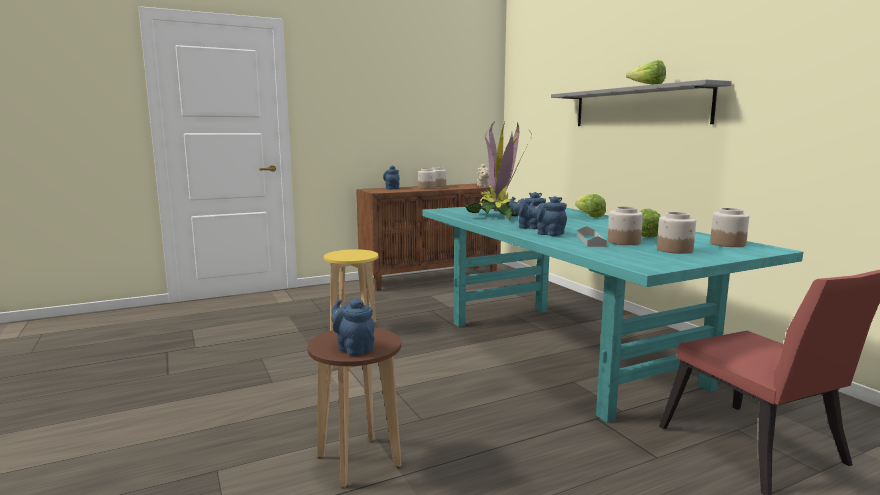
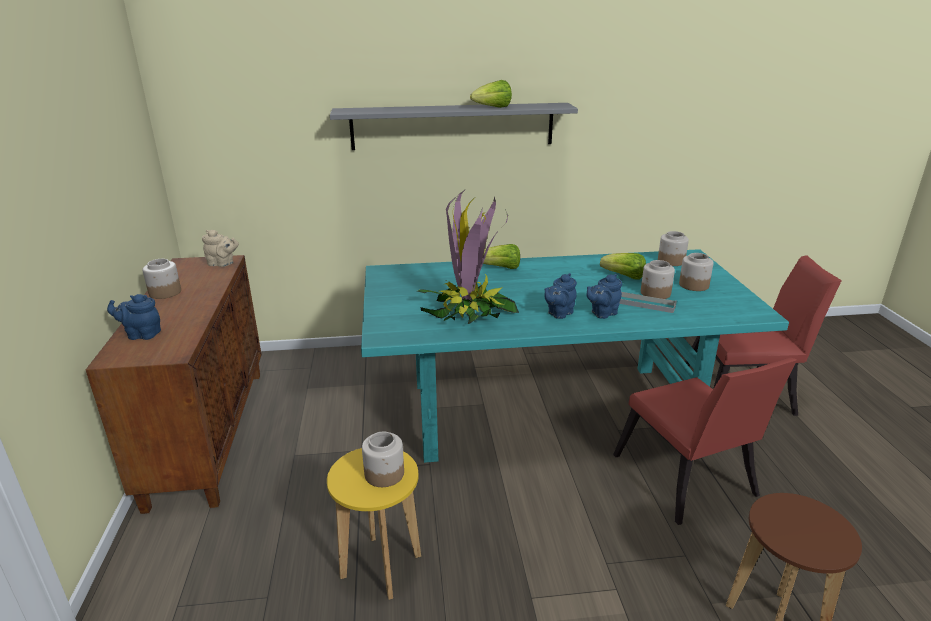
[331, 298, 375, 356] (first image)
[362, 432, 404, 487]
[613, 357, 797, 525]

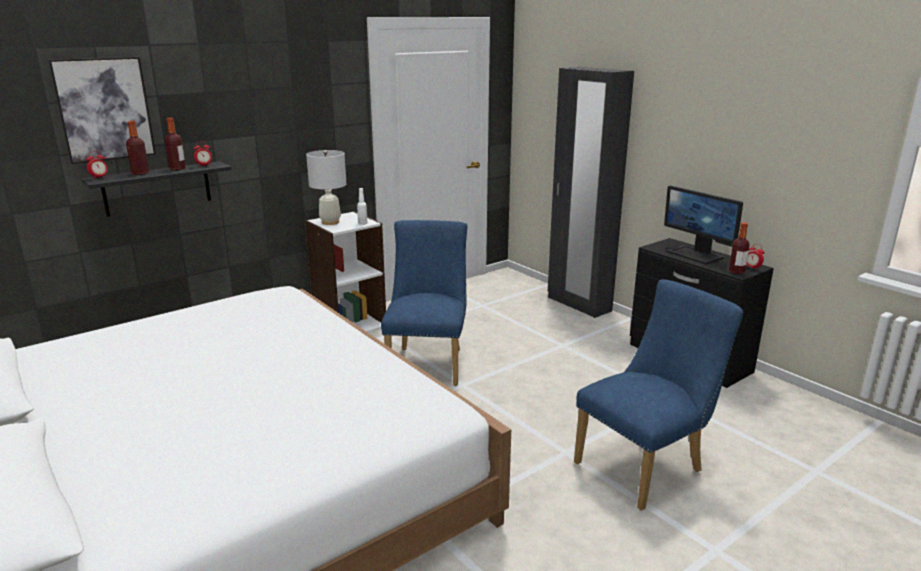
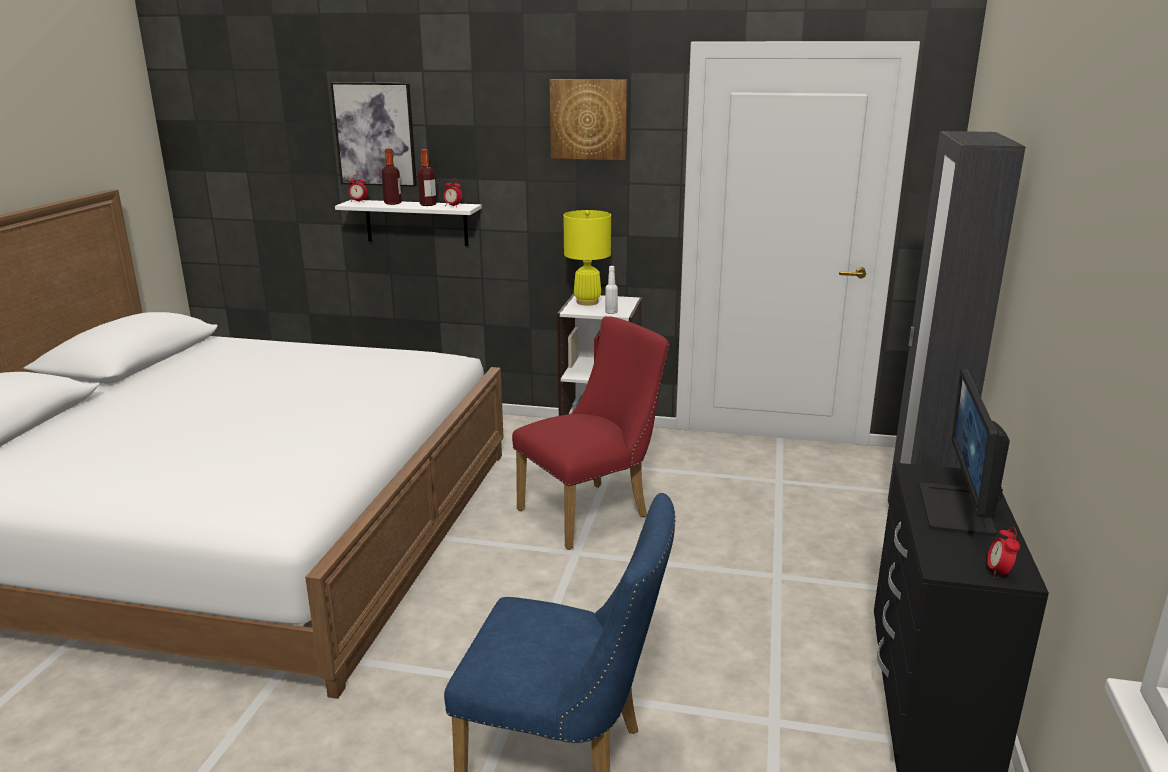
[335, 200, 482, 246]
[563, 210, 611, 306]
[512, 316, 669, 550]
[729, 222, 749, 274] (first image)
[549, 79, 627, 160]

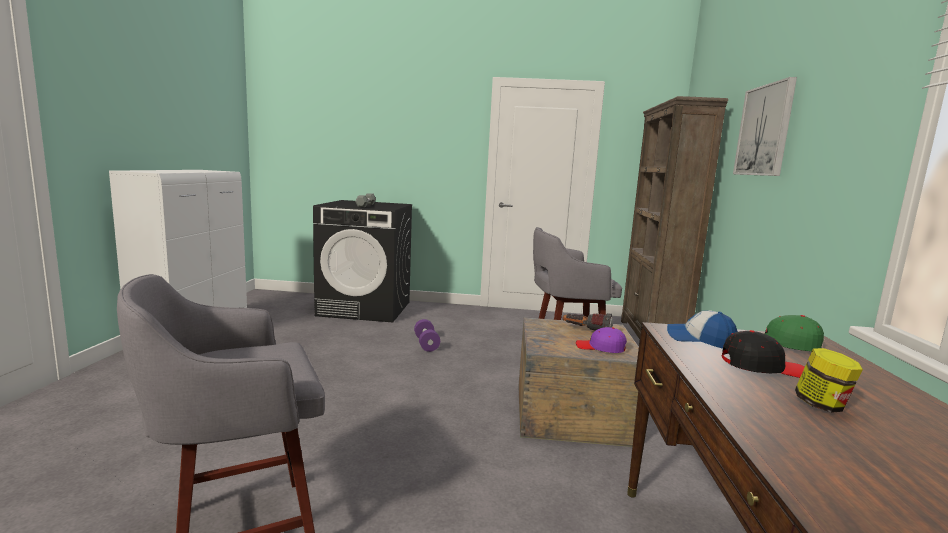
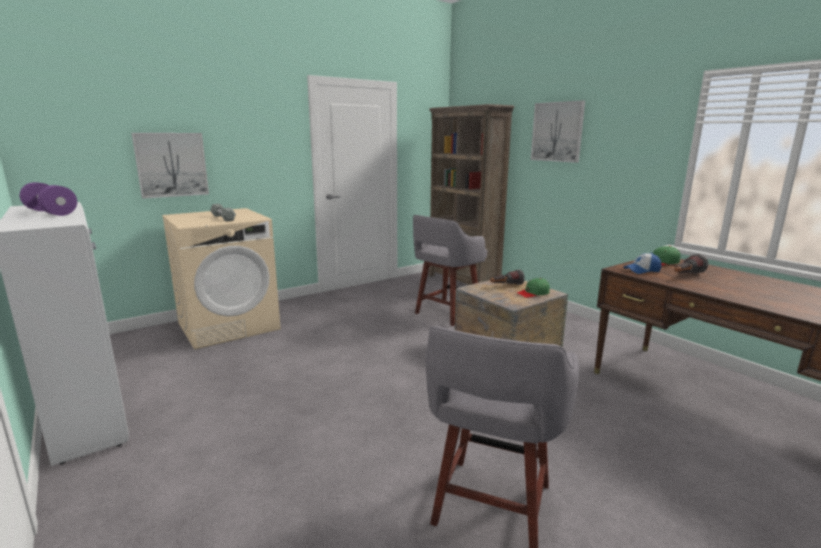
[162, 208, 281, 350]
[20, 182, 77, 216]
[517, 278, 550, 298]
[674, 254, 708, 274]
[795, 348, 863, 413] (first image)
[132, 133, 209, 199]

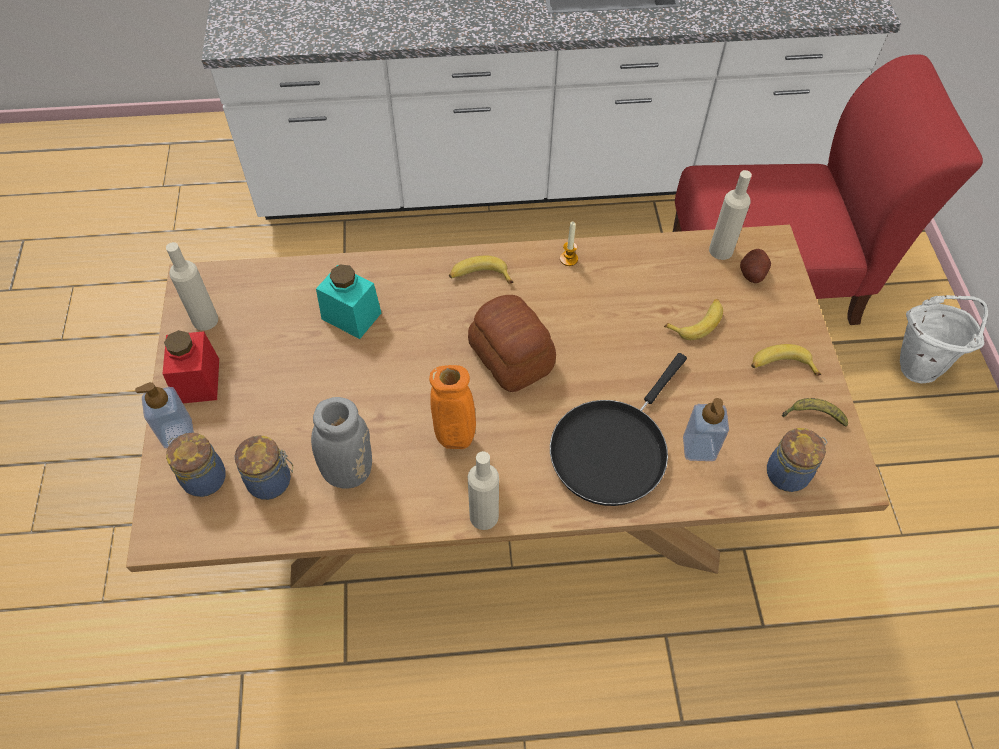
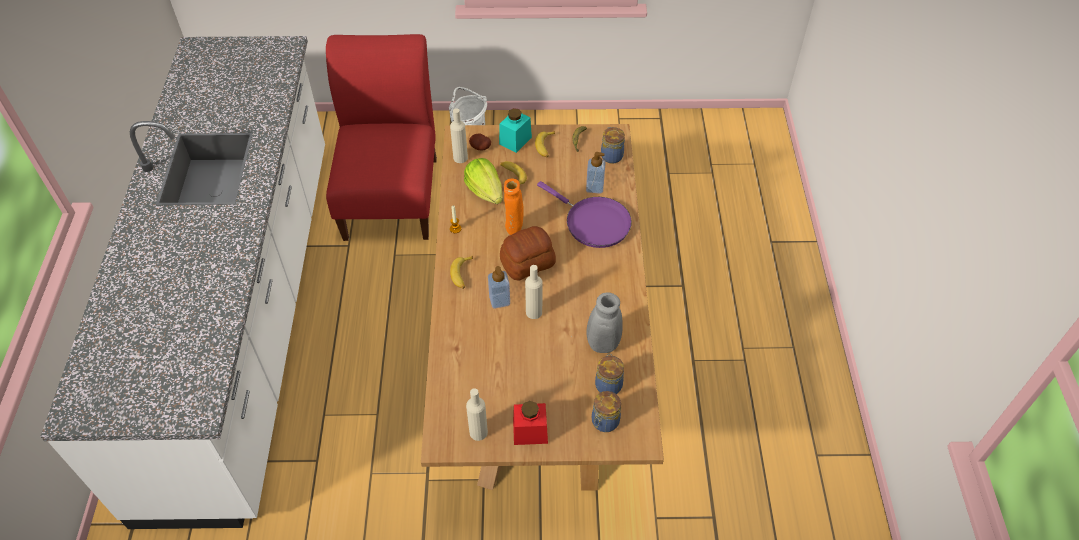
[488, 266, 510, 308]
[499, 108, 532, 153]
[504, 179, 524, 235]
[525, 265, 542, 319]
[537, 181, 632, 248]
[464, 158, 503, 204]

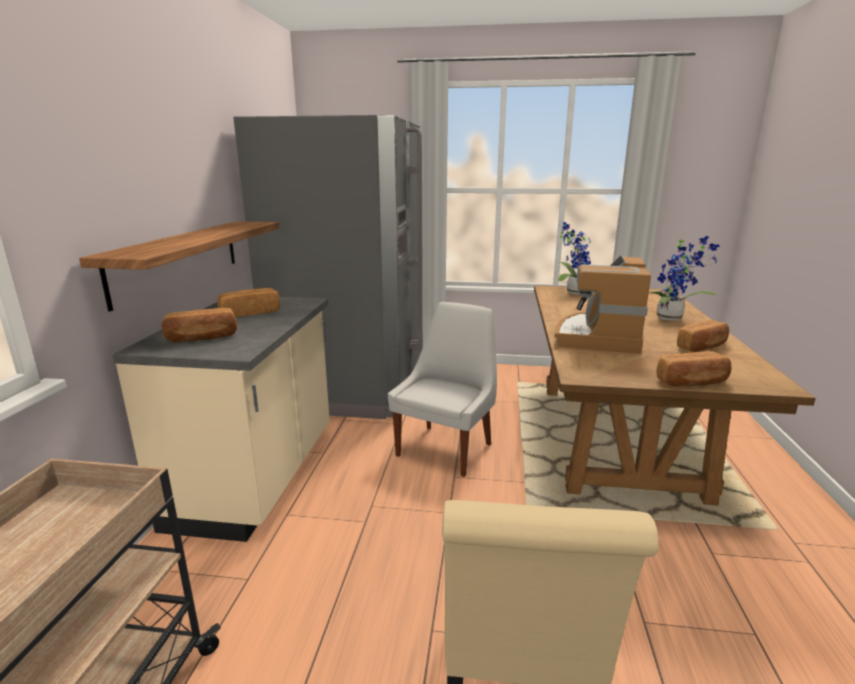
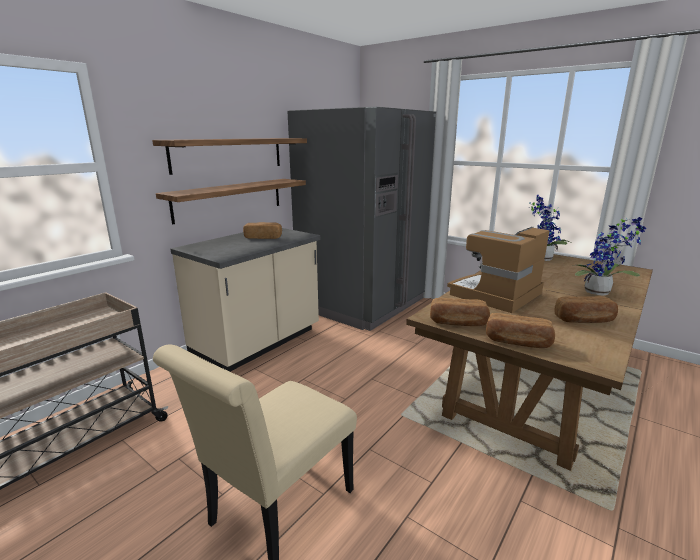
[430, 298, 490, 326]
[388, 302, 497, 477] (first image)
[152, 138, 307, 175]

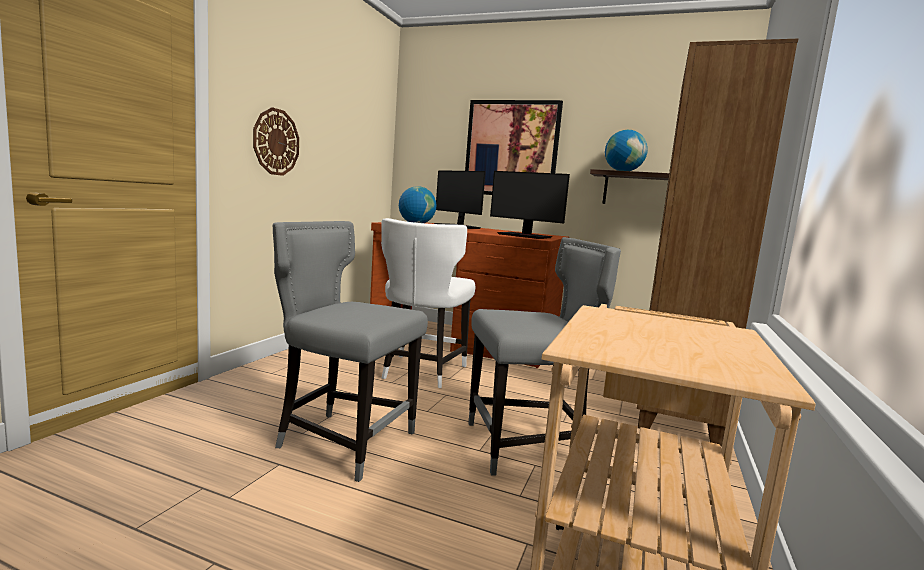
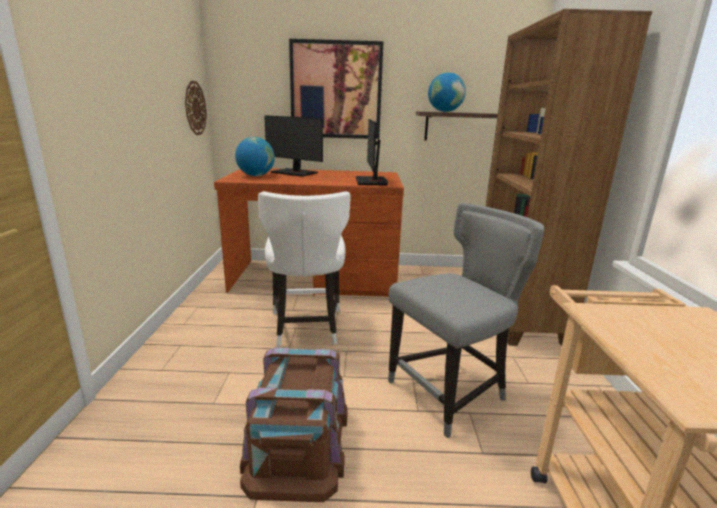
[185, 81, 207, 135]
[240, 347, 348, 502]
[356, 119, 388, 186]

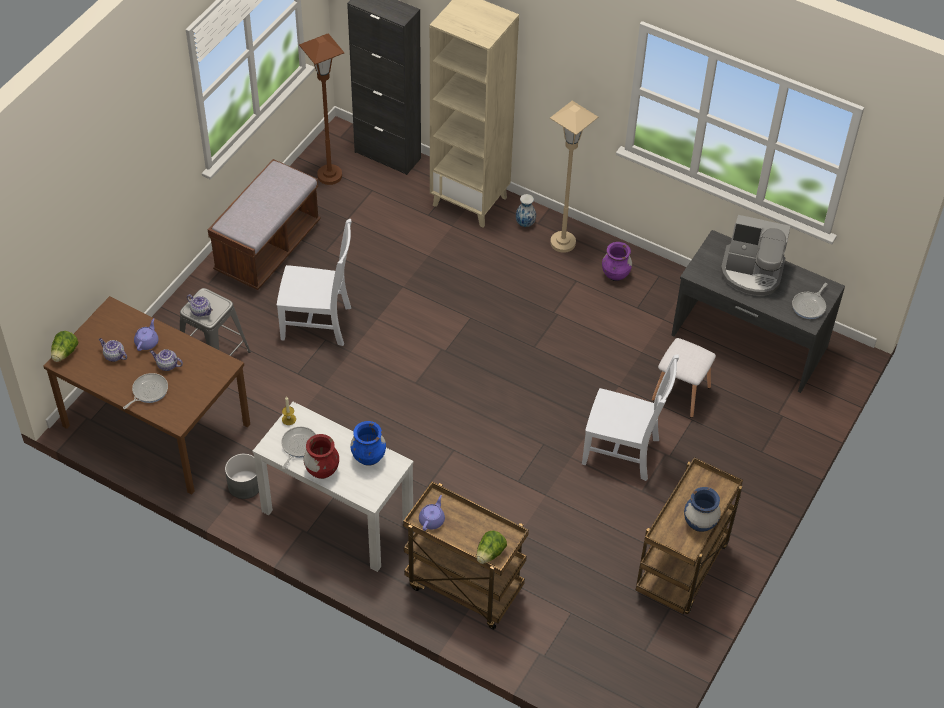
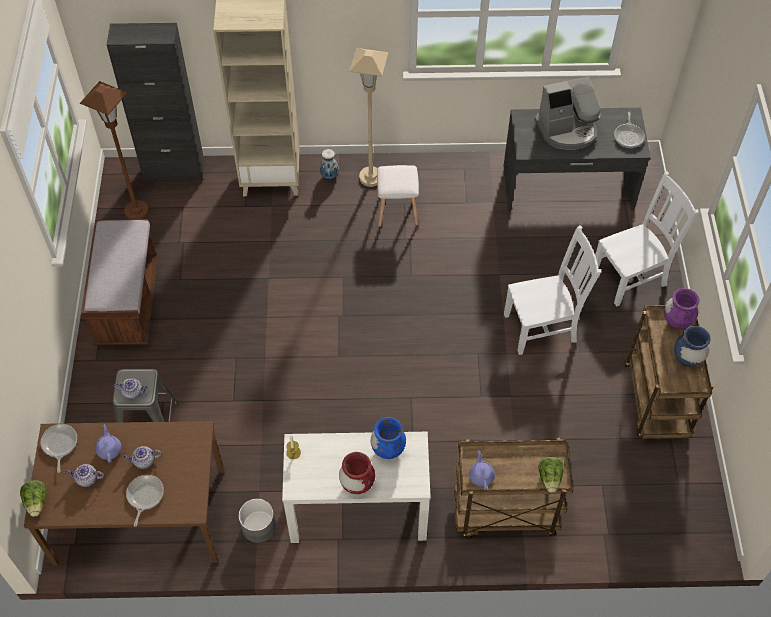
[595, 171, 699, 307]
[40, 424, 77, 473]
[664, 288, 700, 329]
[377, 165, 419, 227]

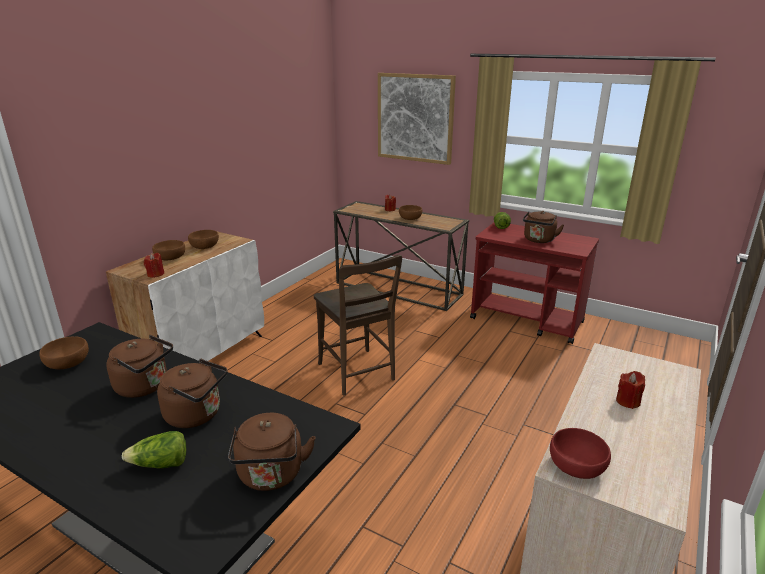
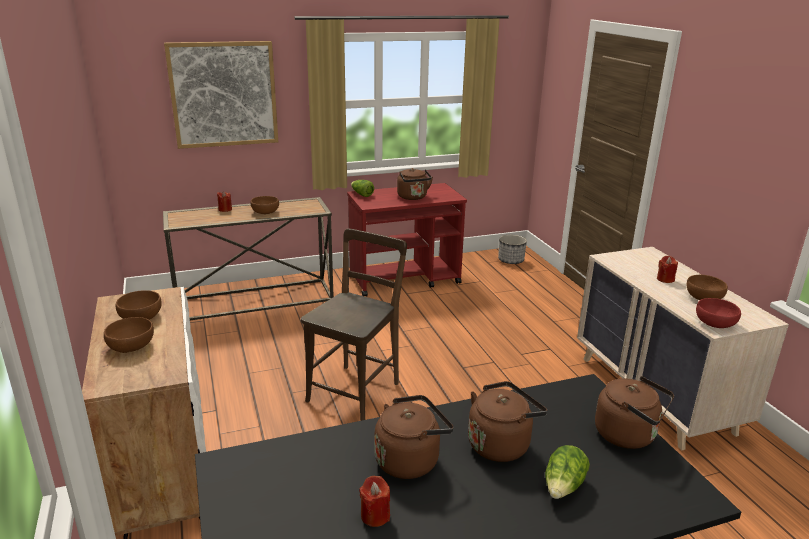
[687, 275, 728, 300]
[359, 476, 390, 527]
[301, 228, 407, 421]
[498, 235, 527, 264]

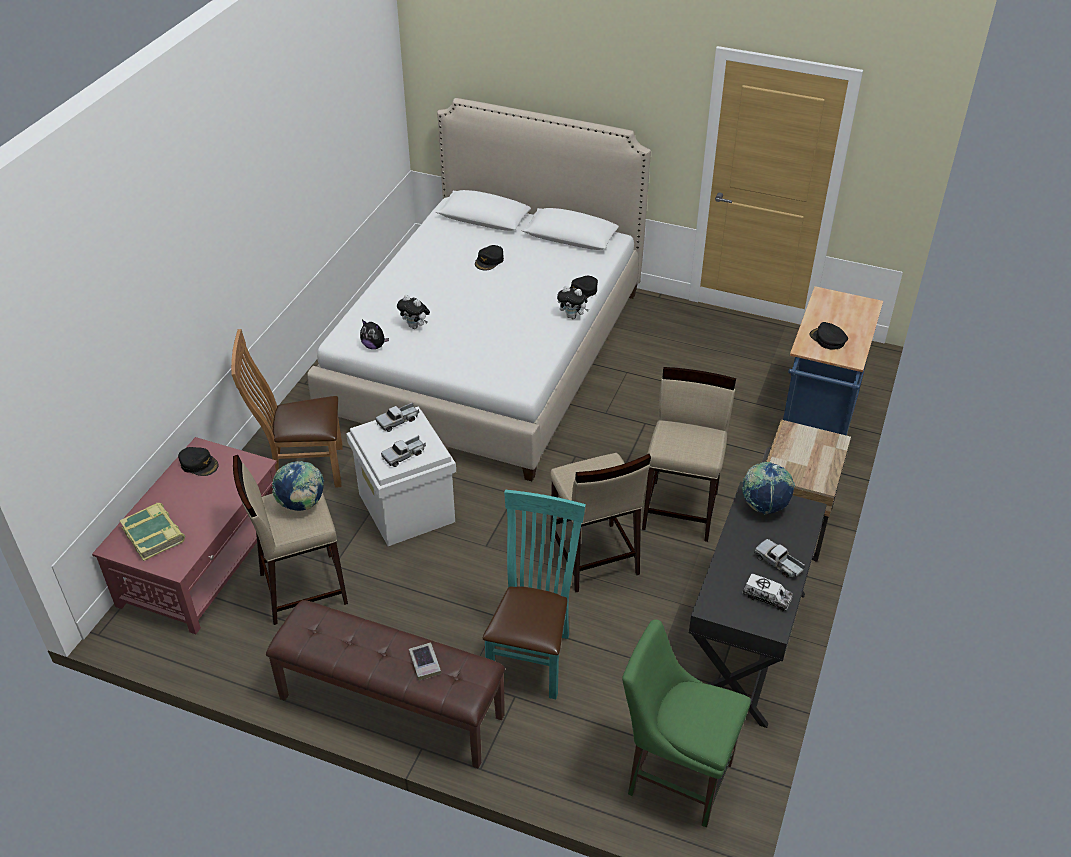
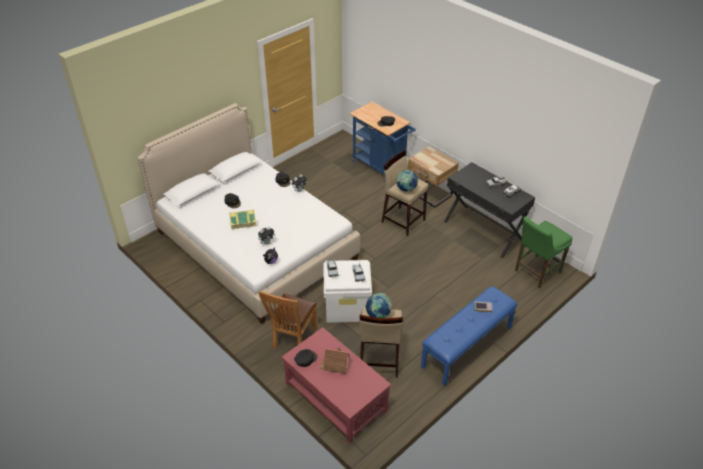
[229, 210, 257, 229]
[421, 286, 518, 386]
[483, 490, 586, 699] (first image)
[550, 453, 651, 592] (first image)
[396, 170, 418, 192]
[320, 347, 350, 374]

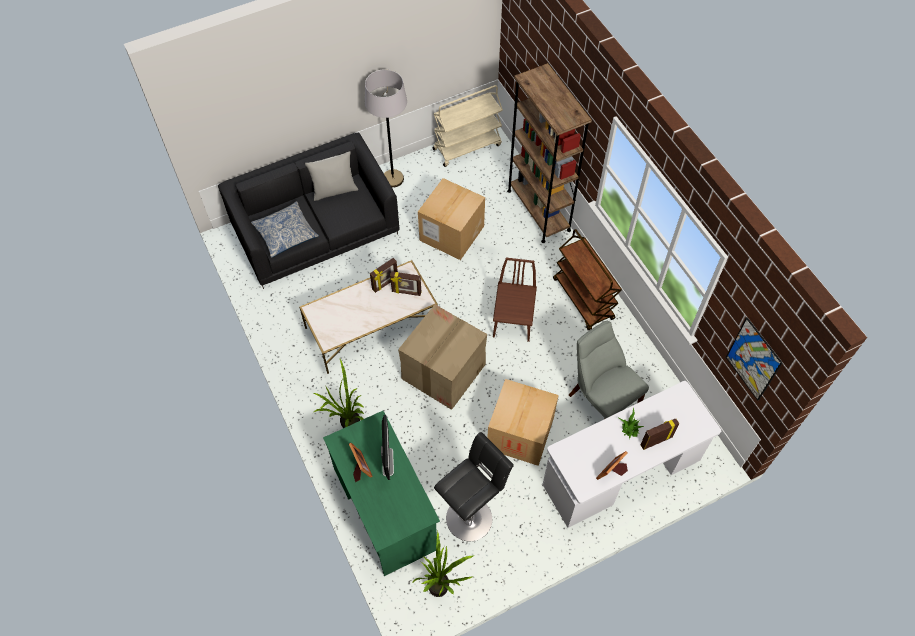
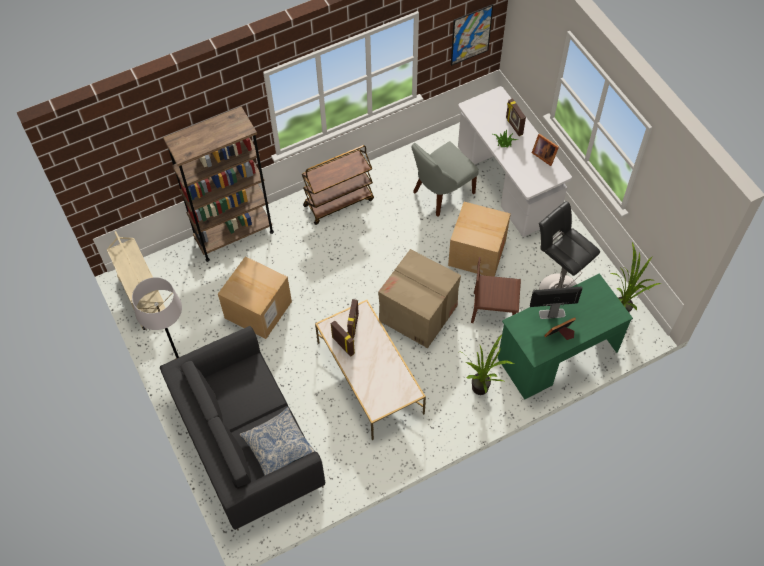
[305, 151, 358, 201] (first image)
[471, 257, 521, 323]

